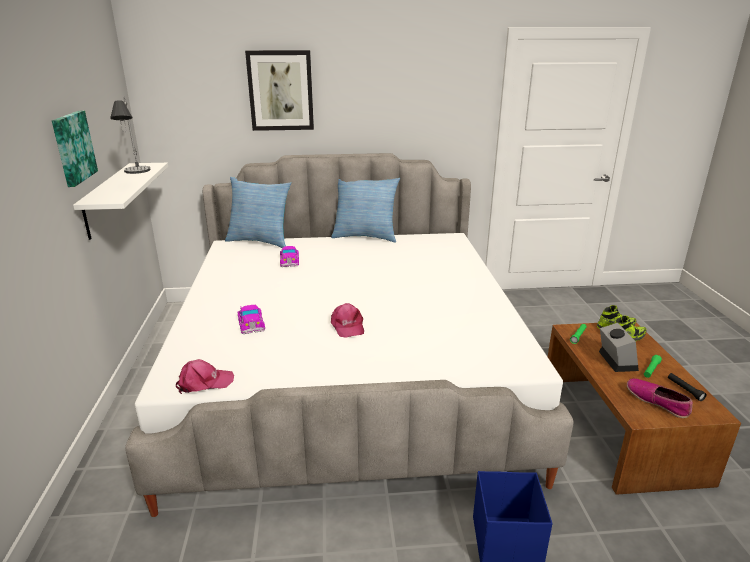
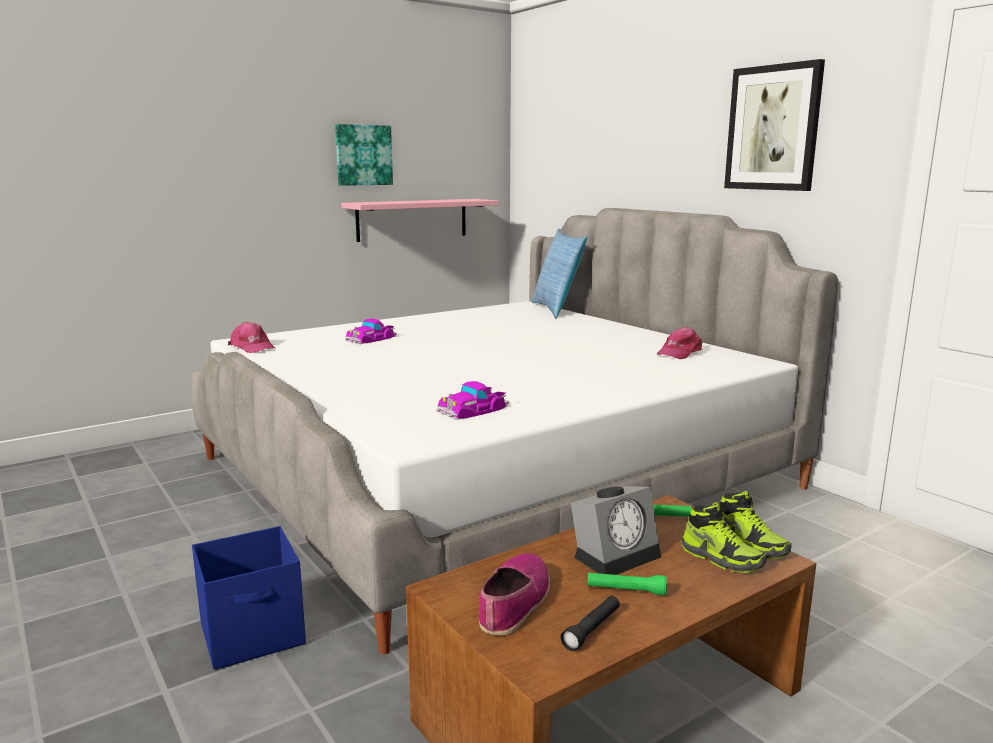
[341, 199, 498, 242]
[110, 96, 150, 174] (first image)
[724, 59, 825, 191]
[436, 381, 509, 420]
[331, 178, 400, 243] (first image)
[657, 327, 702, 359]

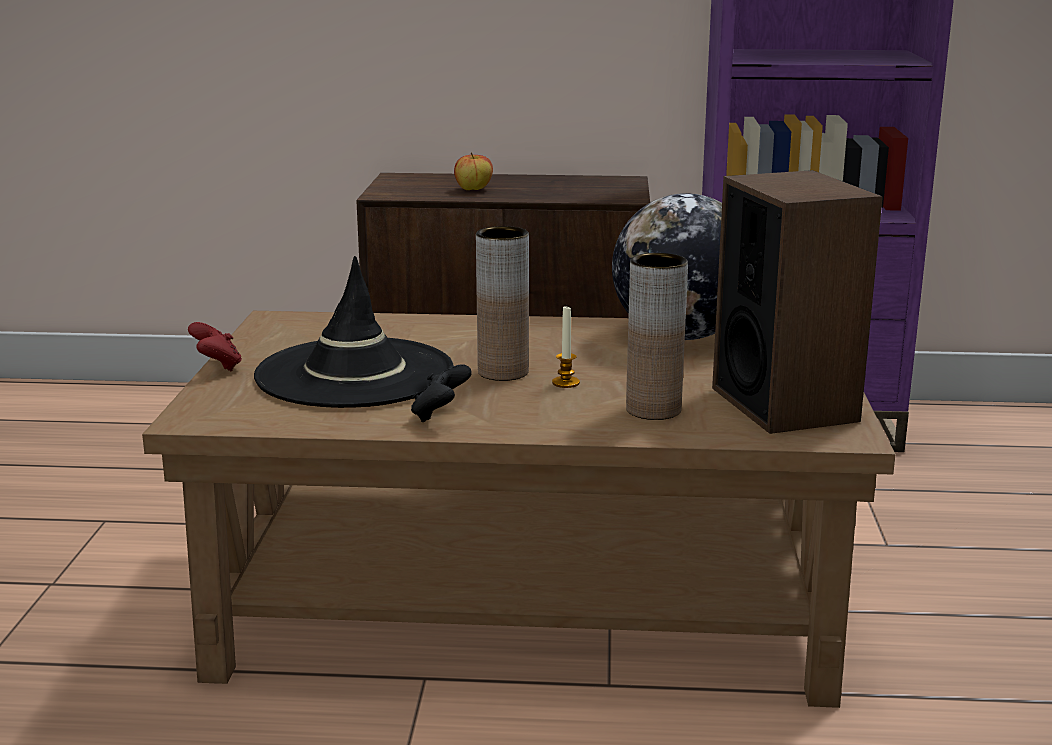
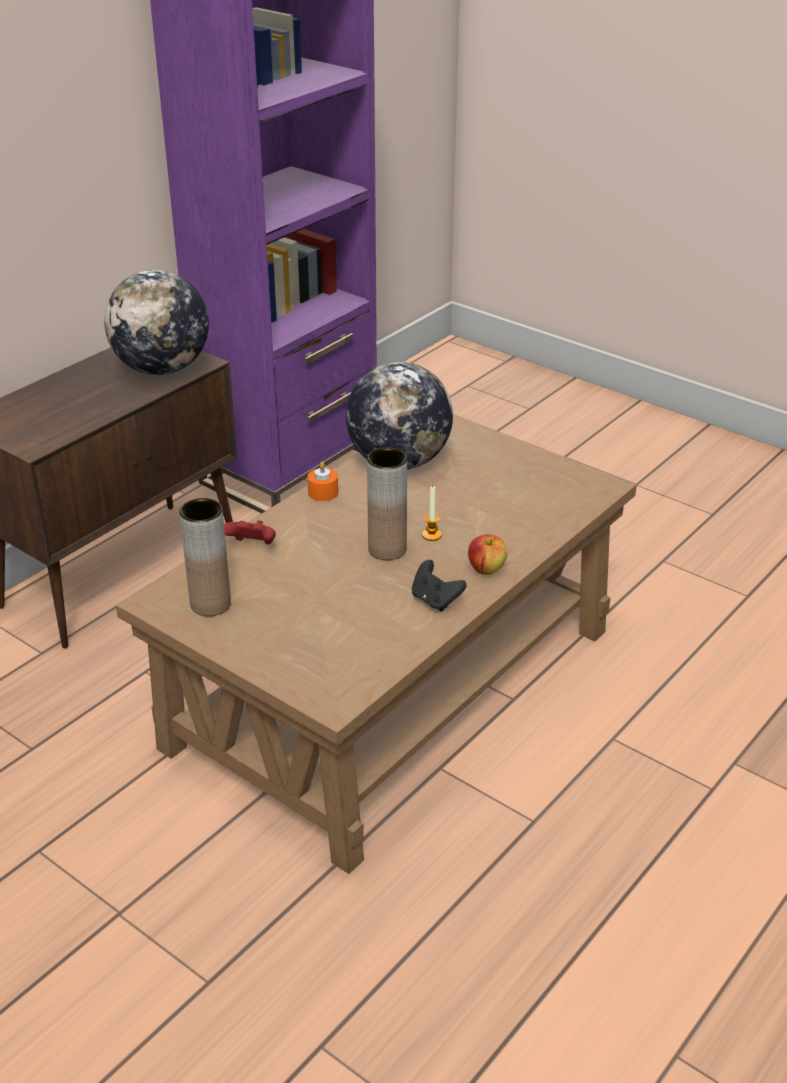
[224, 520, 276, 544]
[254, 256, 454, 408] (first image)
[468, 535, 508, 575]
[179, 498, 231, 616]
[712, 170, 883, 434] (first image)
[104, 270, 209, 375]
[307, 462, 338, 501]

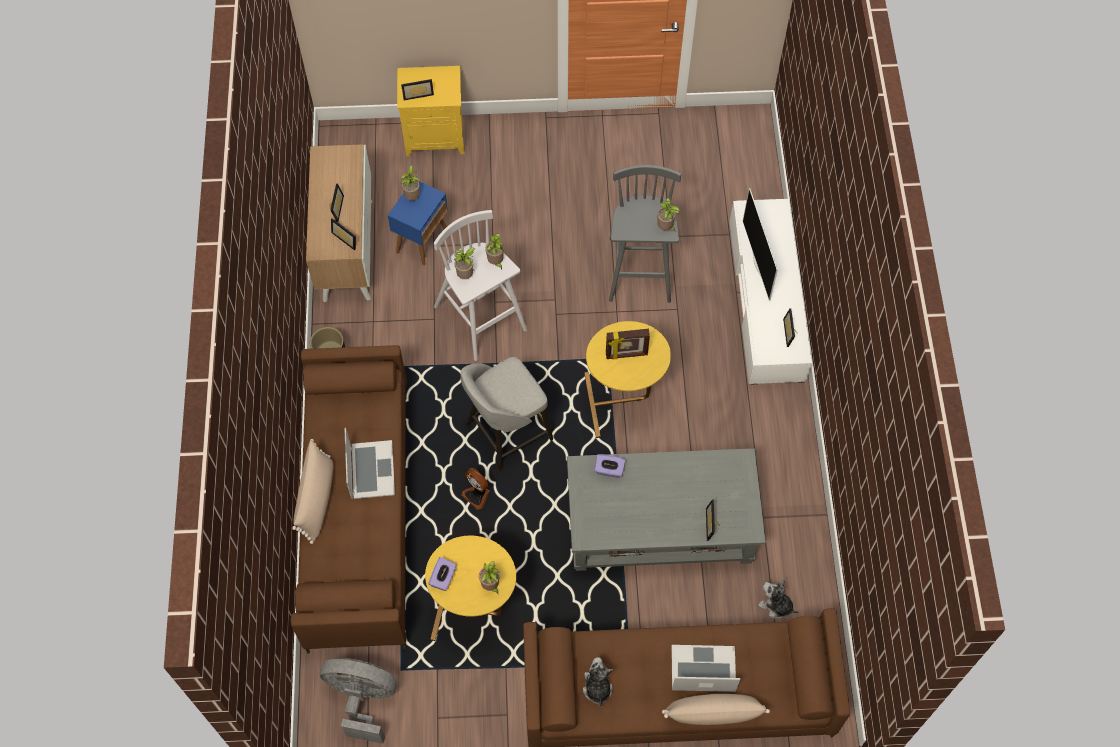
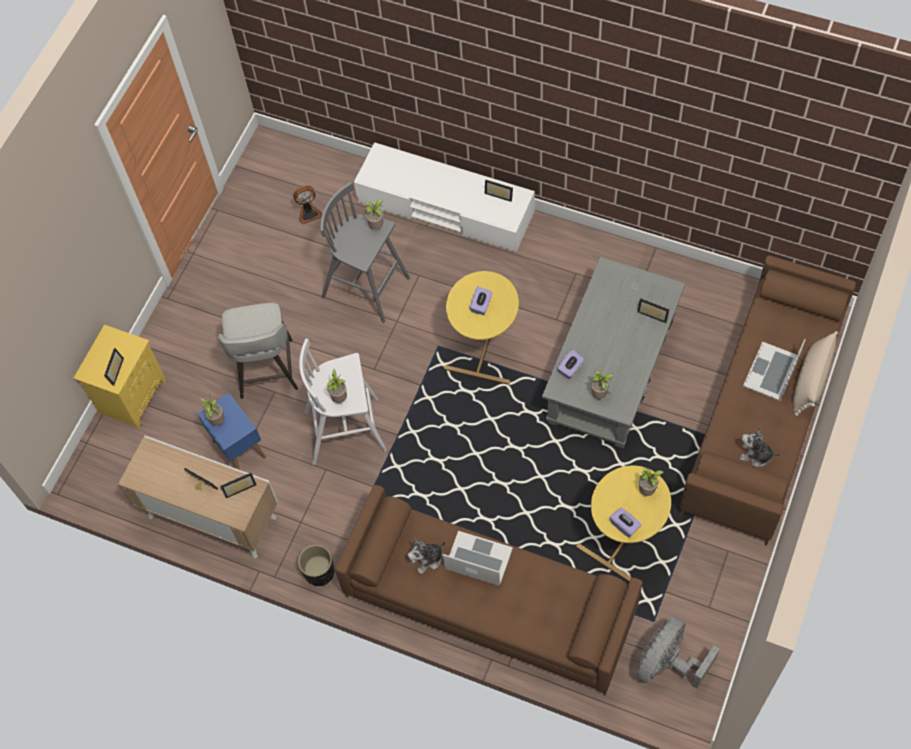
[292, 439, 333, 544] (first image)
[218, 302, 298, 399]
[293, 186, 322, 224]
[591, 370, 614, 399]
[470, 286, 492, 315]
[743, 188, 778, 301] (first image)
[408, 537, 445, 574]

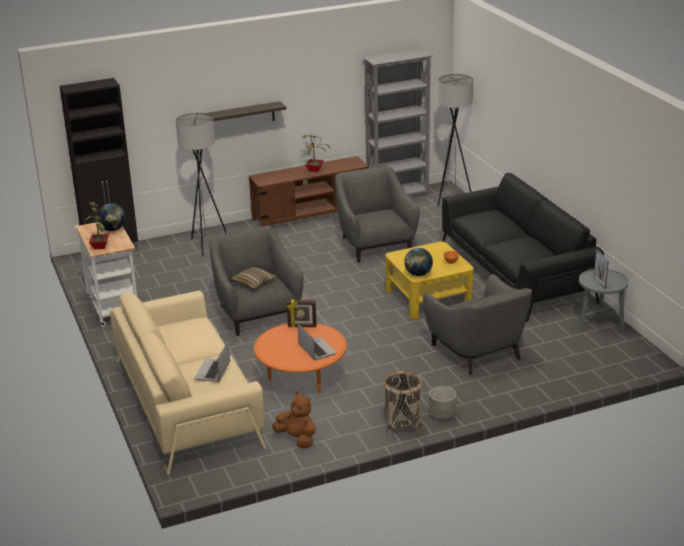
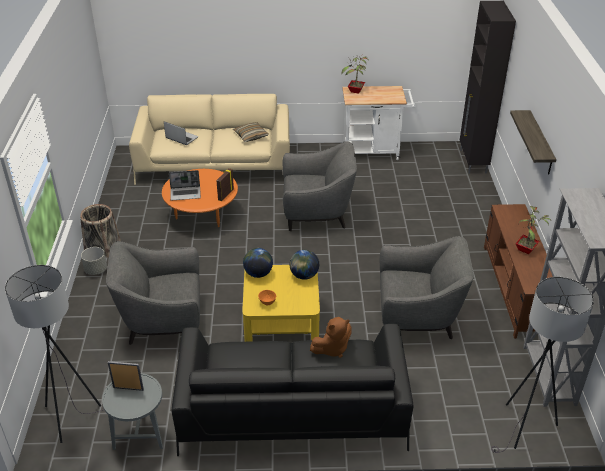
[290, 250, 319, 280]
[5, 265, 103, 443]
[233, 122, 269, 142]
[310, 317, 351, 358]

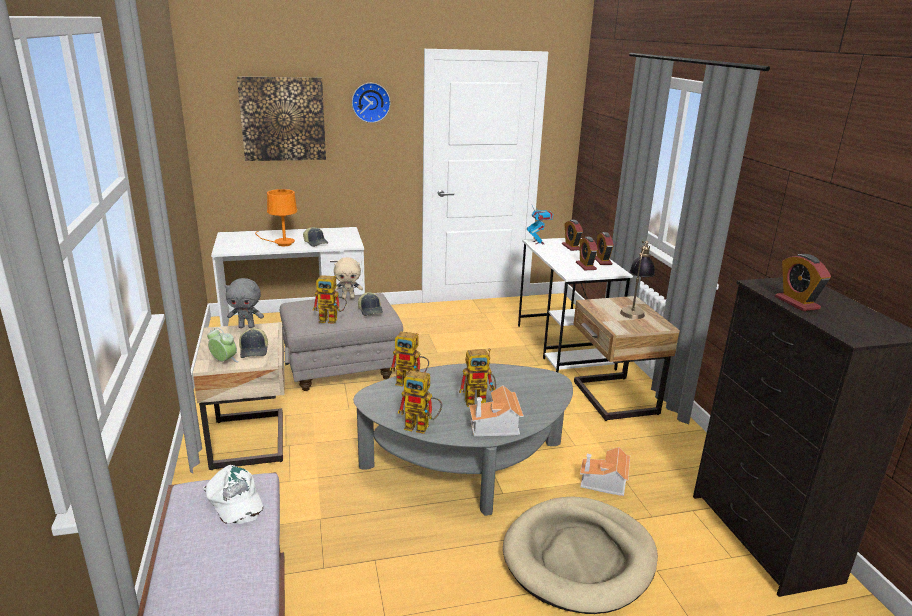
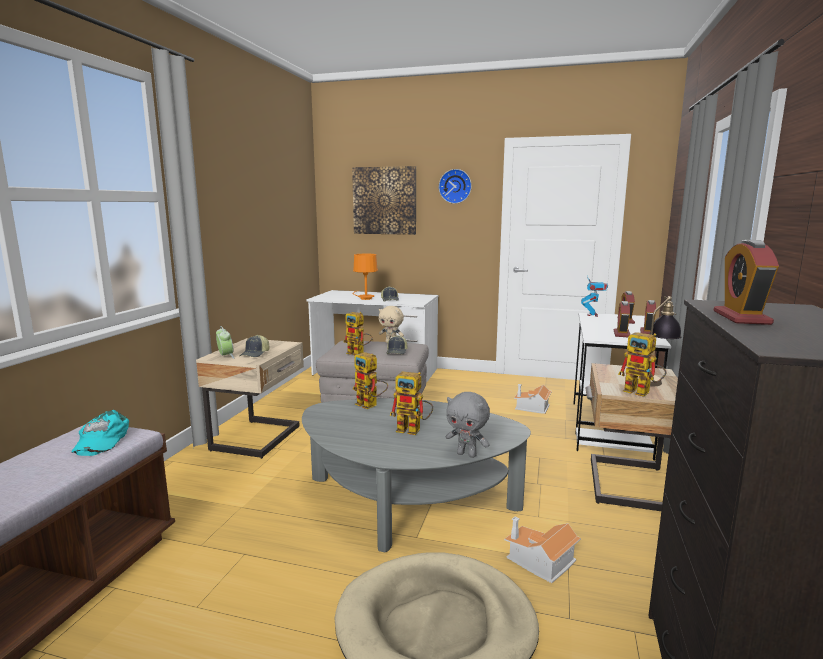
[71, 410, 129, 456]
[446, 392, 490, 458]
[618, 332, 666, 397]
[514, 384, 552, 414]

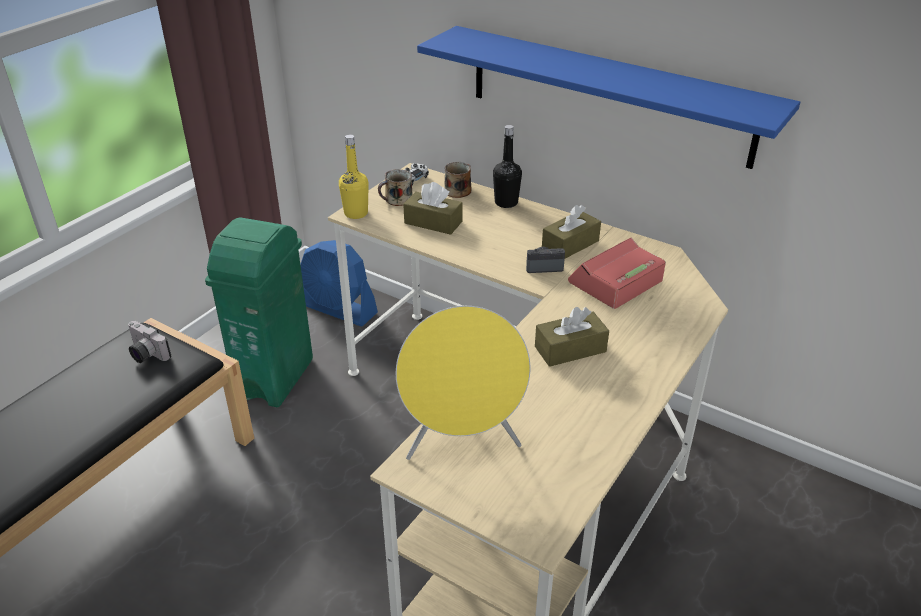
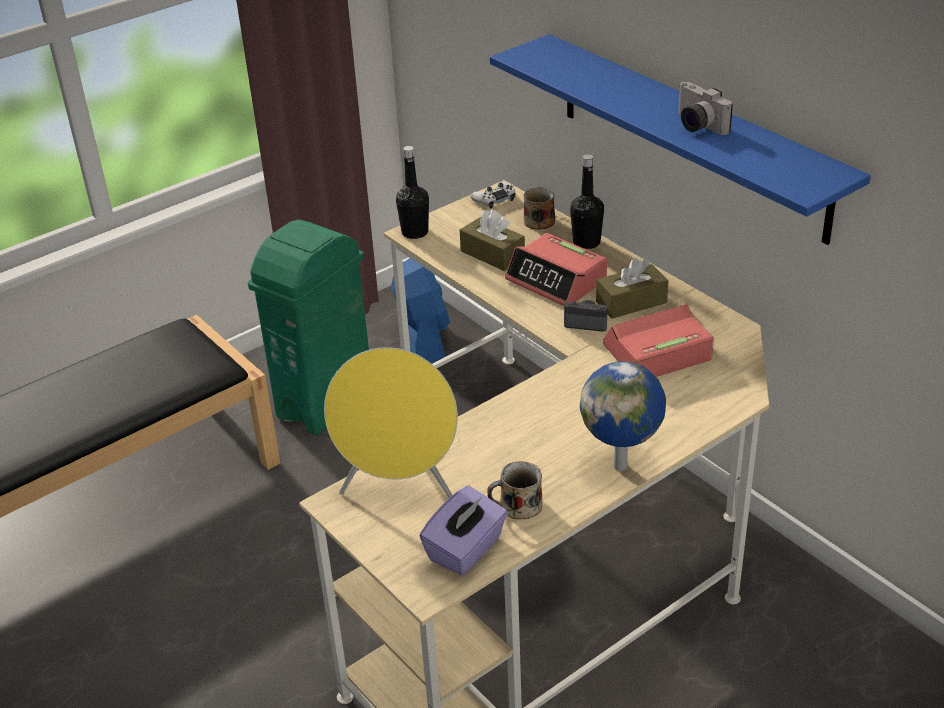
[678, 82, 733, 135]
[391, 258, 450, 363]
[396, 146, 429, 239]
[487, 461, 543, 519]
[535, 307, 609, 367] (first image)
[420, 486, 508, 576]
[505, 233, 607, 306]
[580, 361, 666, 471]

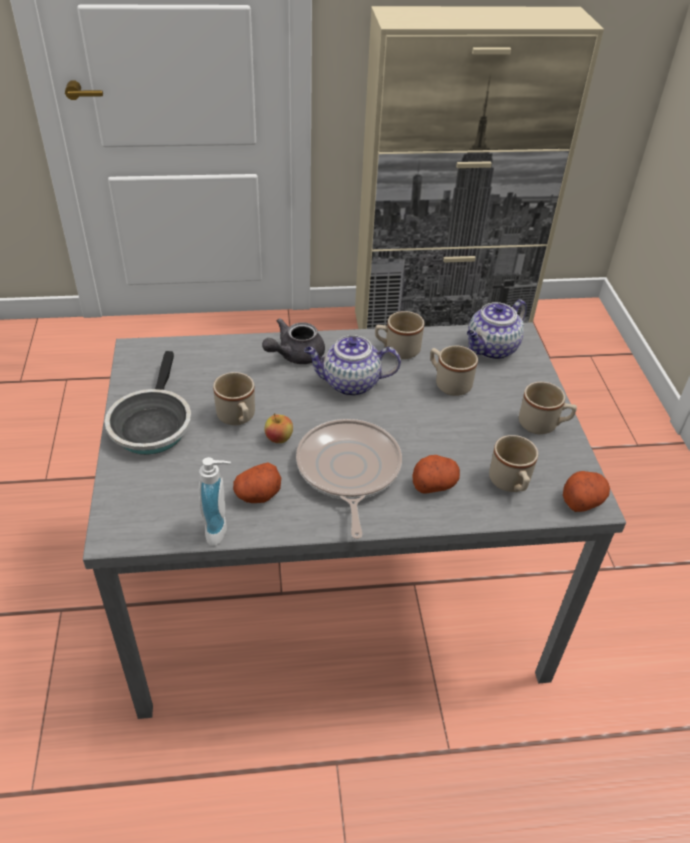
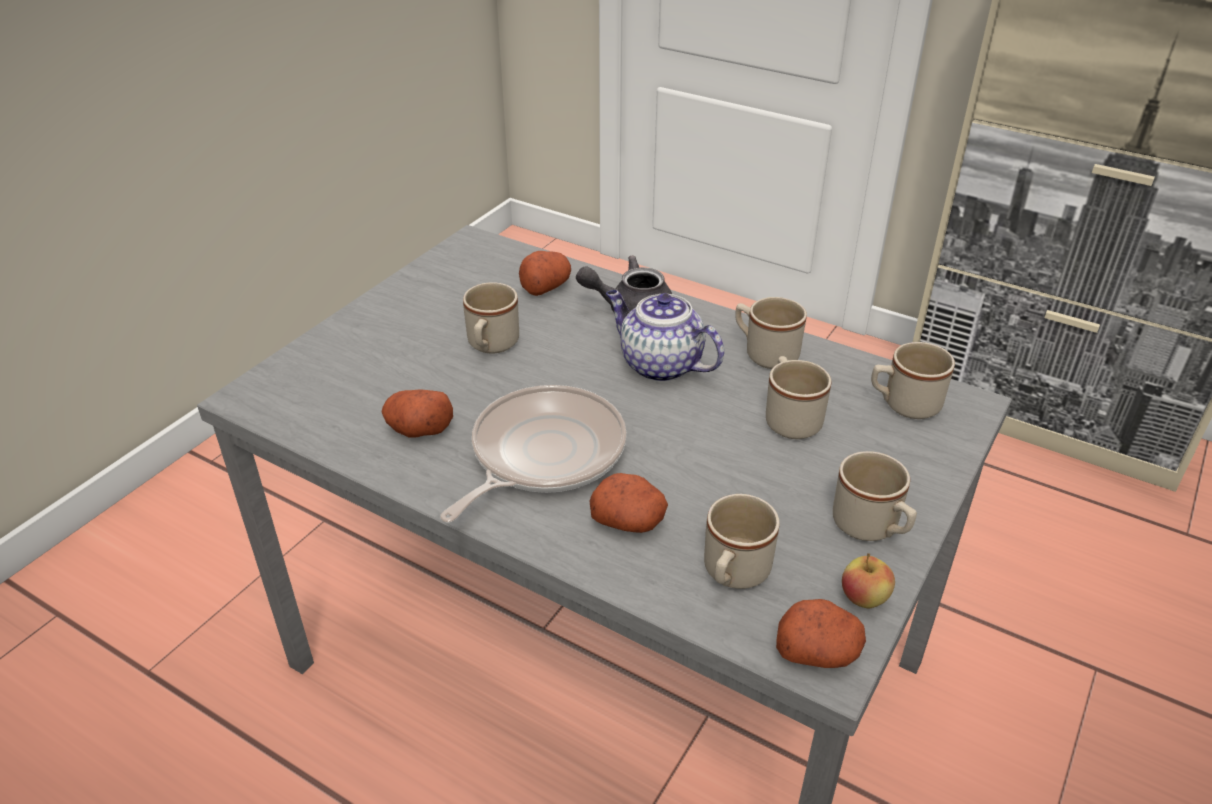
[105, 351, 192, 455] (first image)
[199, 457, 231, 546] (first image)
[842, 553, 895, 608]
[871, 342, 955, 419]
[519, 251, 571, 296]

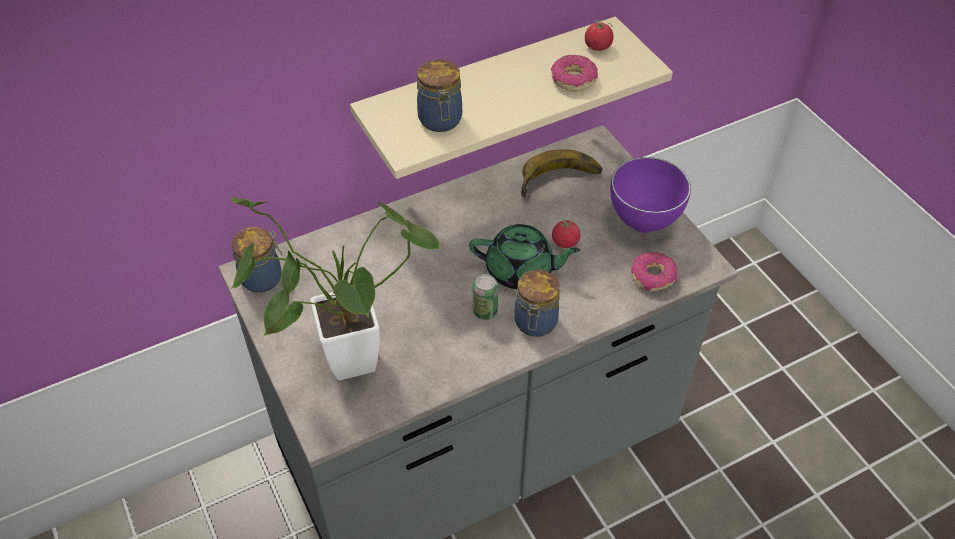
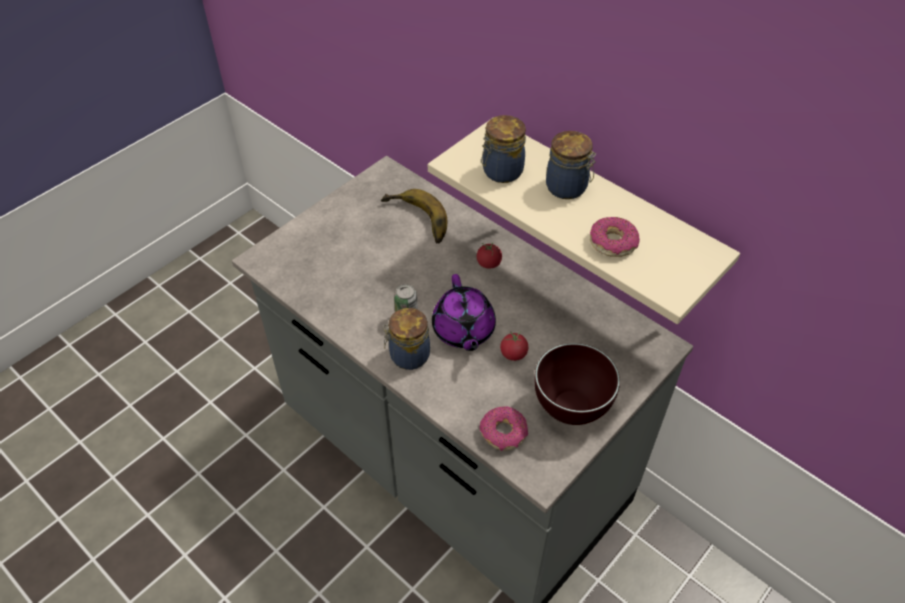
[230, 196, 440, 380] (first image)
[546, 131, 596, 199]
[432, 274, 496, 351]
[381, 189, 447, 243]
[477, 243, 502, 269]
[534, 343, 620, 425]

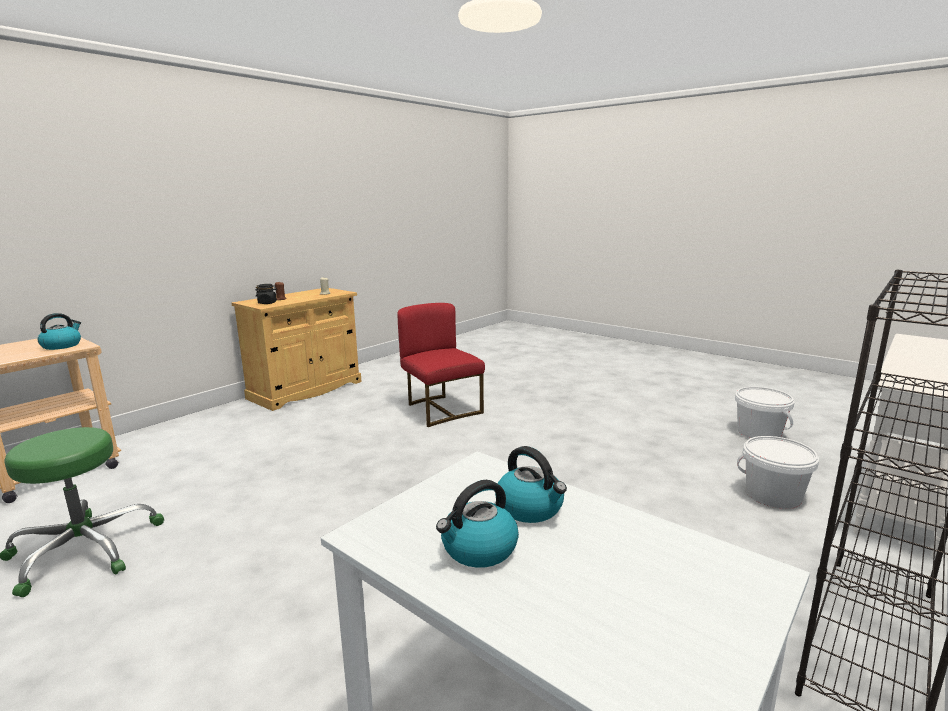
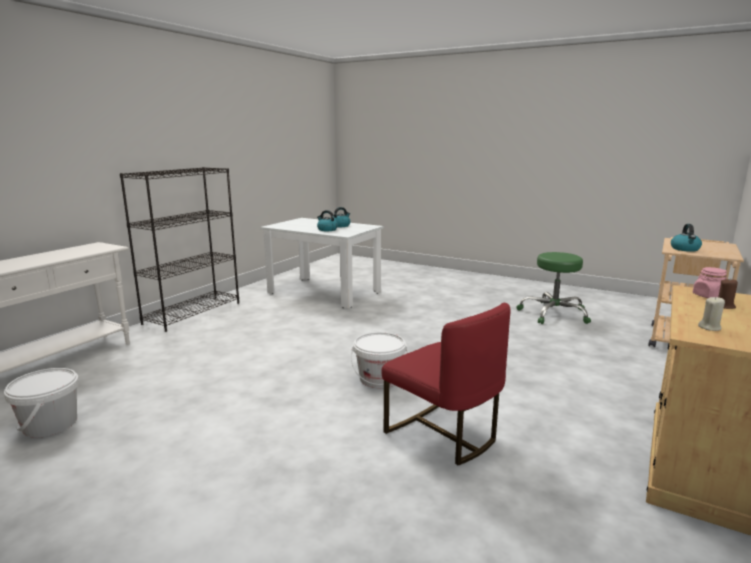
[693, 267, 727, 298]
[351, 332, 408, 388]

